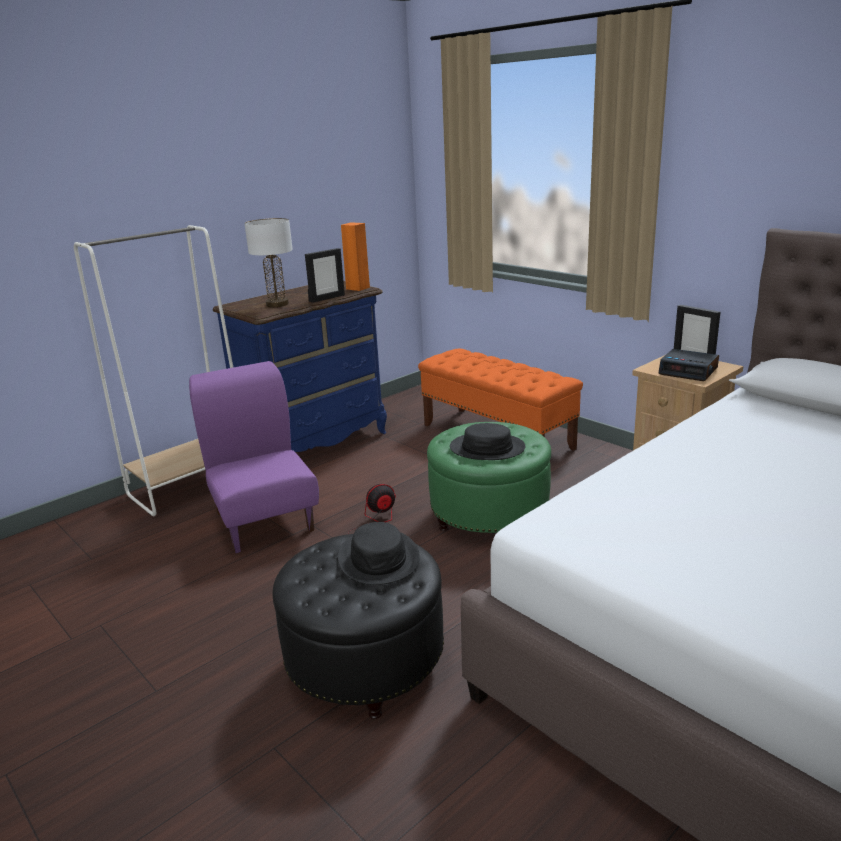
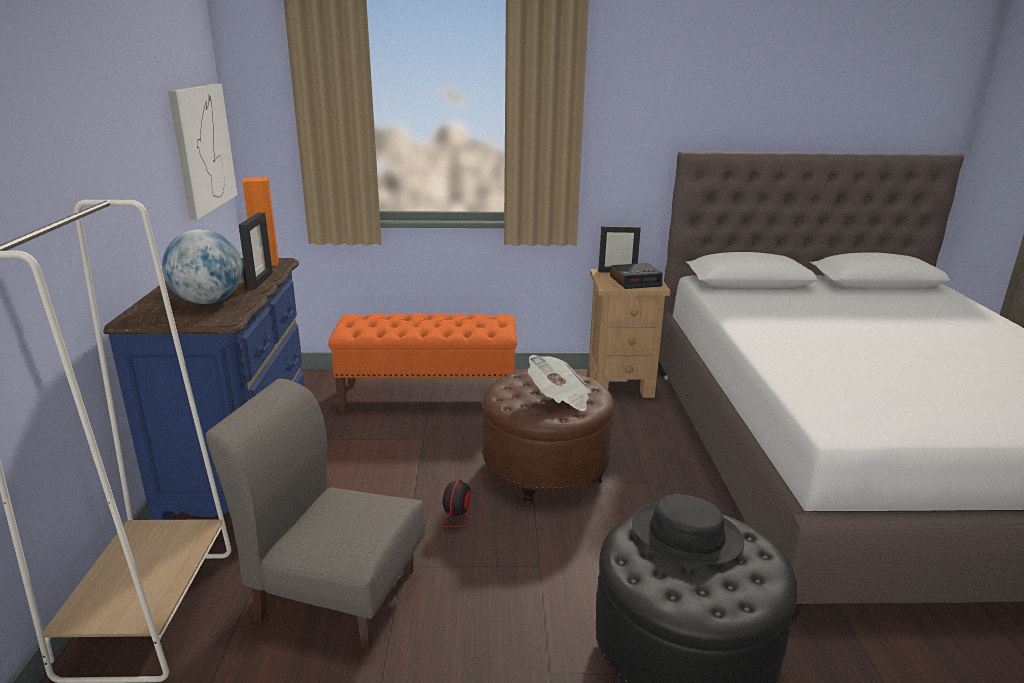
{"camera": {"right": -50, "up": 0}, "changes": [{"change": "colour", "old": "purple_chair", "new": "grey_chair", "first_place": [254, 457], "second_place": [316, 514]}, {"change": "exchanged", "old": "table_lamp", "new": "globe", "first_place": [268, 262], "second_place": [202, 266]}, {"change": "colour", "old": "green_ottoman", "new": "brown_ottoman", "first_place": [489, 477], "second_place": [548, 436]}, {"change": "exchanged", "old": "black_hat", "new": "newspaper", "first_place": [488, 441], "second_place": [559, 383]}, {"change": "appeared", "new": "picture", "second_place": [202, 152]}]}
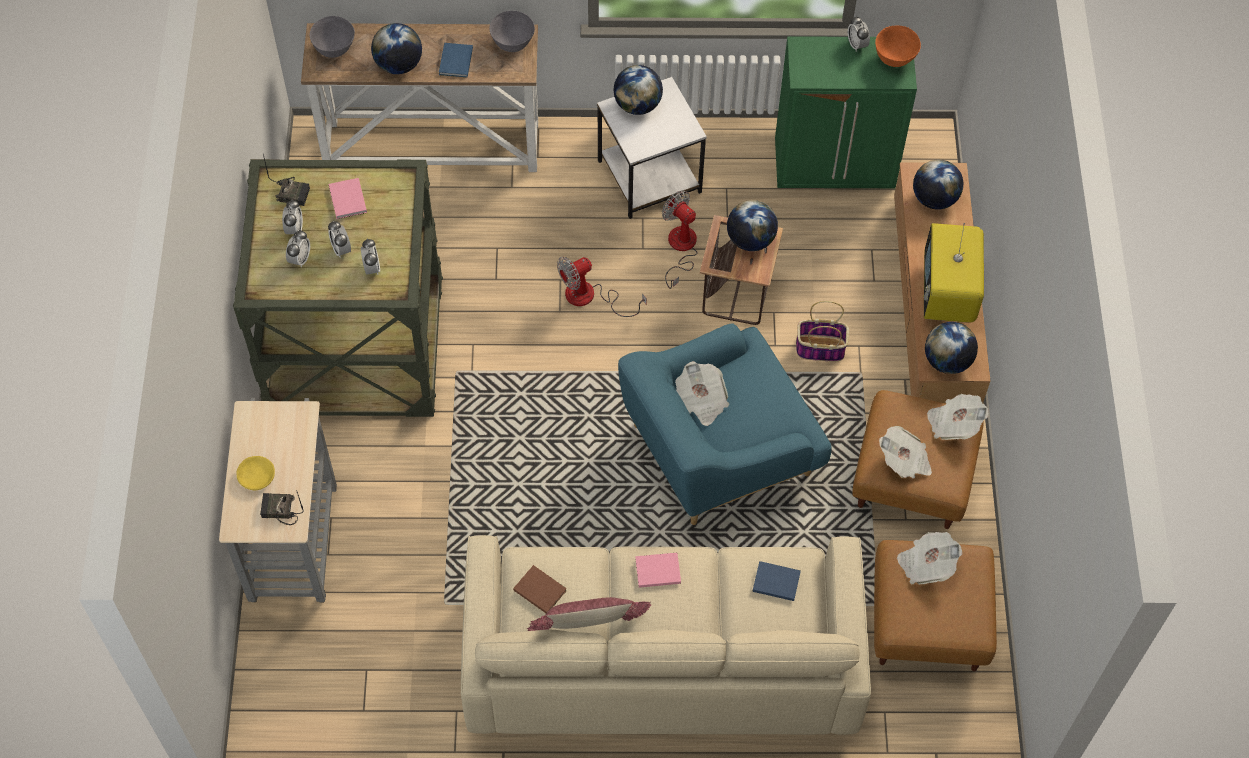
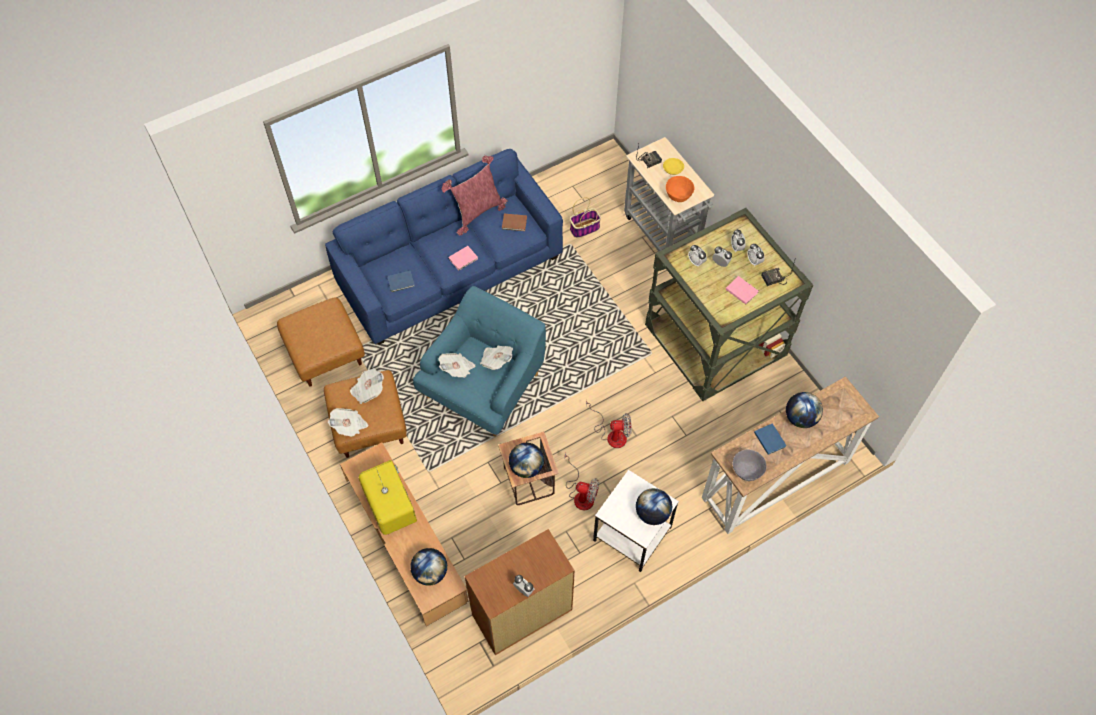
{"camera": {"right": 150, "up": 0}, "changes": [{"change": "missing", "old": "grey_bowl", "first_place": [332, 37]}, {"change": "colour", "old": "beige_sofa", "new": "blue_sofa", "first_place": [666, 635], "second_place": [444, 247]}, {"change": "spun", "old": "fan", "first_place": [602, 287], "second_place": [609, 424], "degrees": 60}, {"change": "colour", "old": "green_cabinet", "new": "brown_cabinet", "first_place": [846, 112], "second_place": [520, 592]}, {"change": "relocated", "old": "basket", "first_place": [822, 331], "second_place": [585, 217]}, {"change": "relocated", "old": "orange_bowl", "first_place": [898, 46], "second_place": [680, 189]}, {"change": "relocated", "old": "newspaper", "first_place": [929, 558], "second_place": [456, 365]}, {"change": "missing", "old": "globe", "first_place": [951, 348]}]}
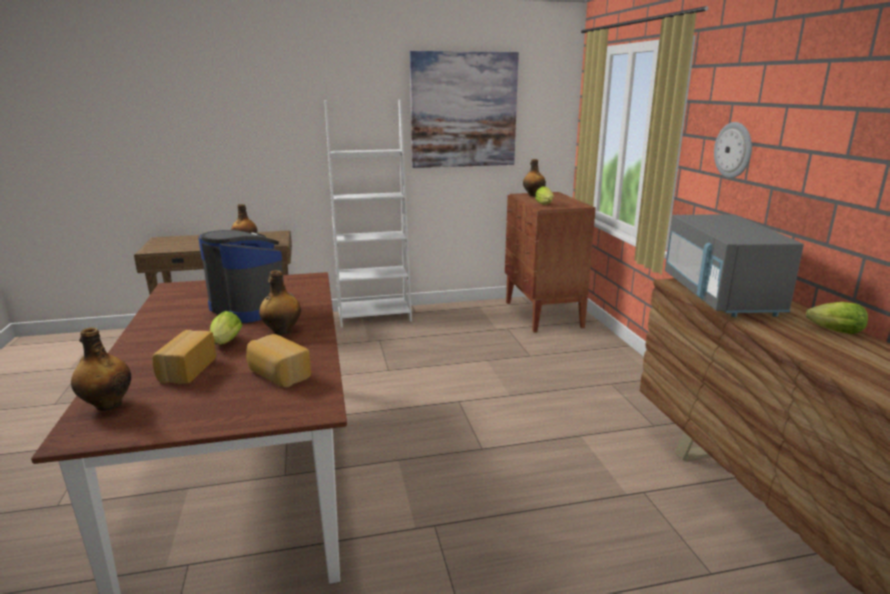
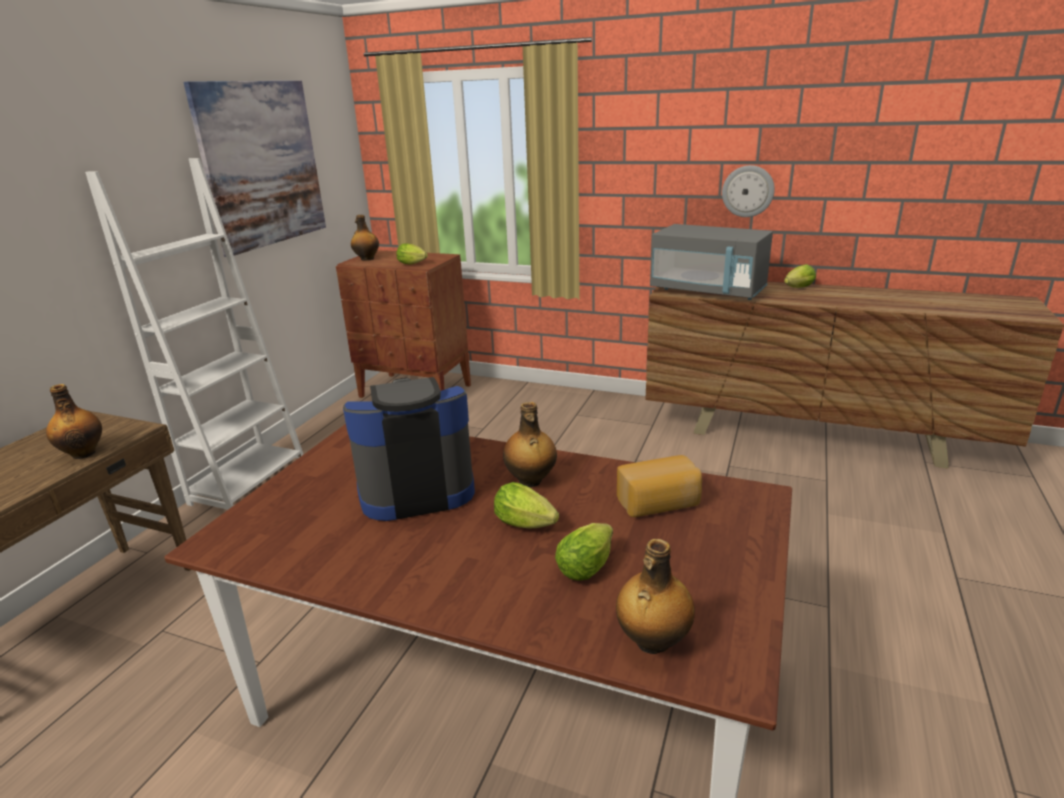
{"camera": {"right": -55, "up": 5}, "changes": [{"change": "exchanged", "old": "bread", "new": "lettuce", "first_place": [184, 357], "second_place": [584, 551]}, {"change": "relocated", "old": "wall_clock", "first_place": [733, 150], "second_place": [748, 191]}]}
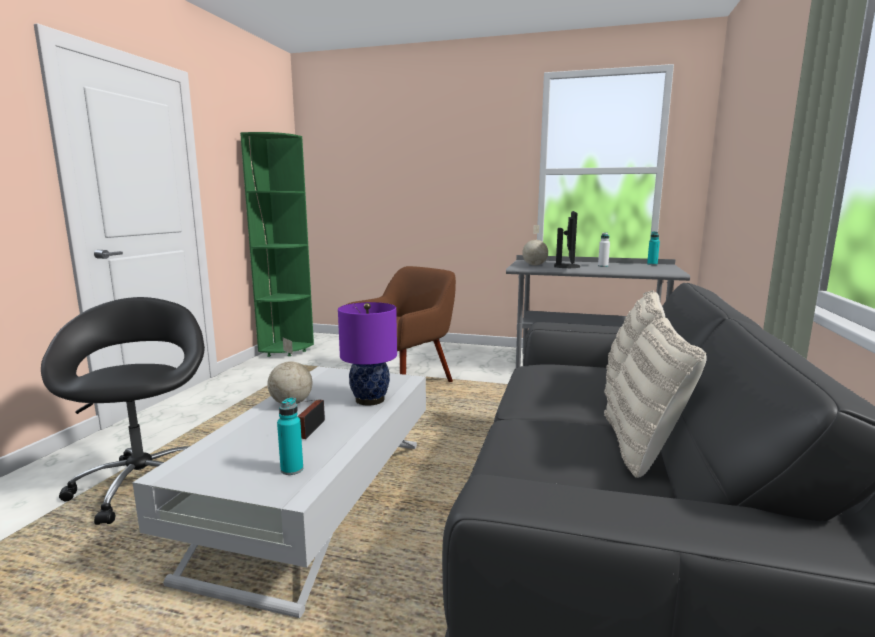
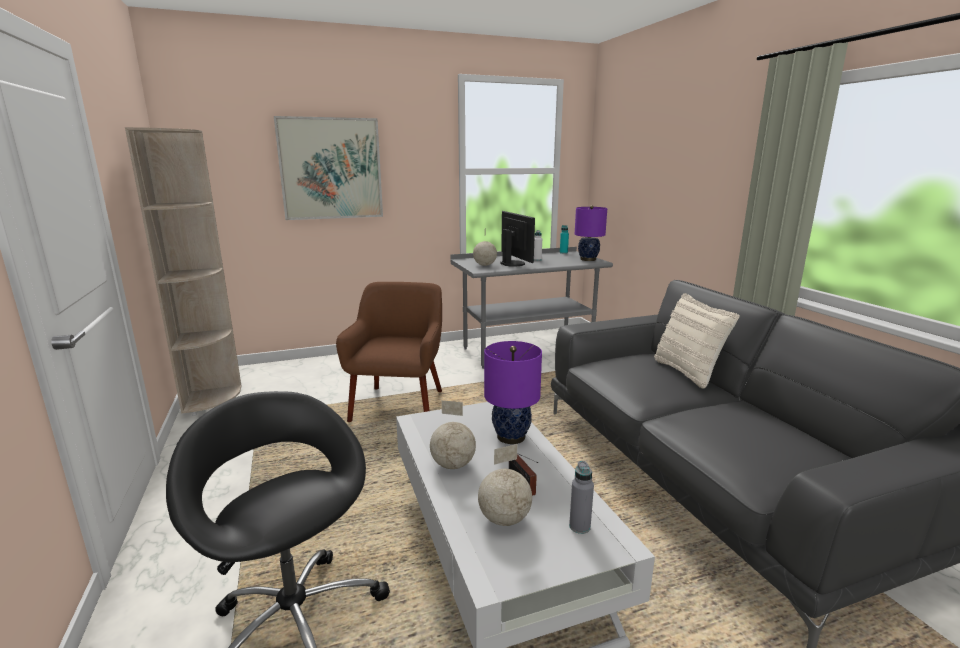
{"camera": {"right": -35, "up": 5}, "changes": [{"change": "colour", "old": "green_bookcase", "new": "beige_bookcase", "first_place": [277, 244], "second_place": [183, 271]}, {"change": "colour", "old": "turquoise_bottle", "new": "grey_bottle", "first_place": [290, 436], "second_place": [581, 497]}, {"change": "missing", "old": "beige_pillow", "first_place": [655, 396]}, {"change": "appeared", "new": "picture", "second_place": [328, 168]}, {"change": "appeared", "new": "globe", "second_place": [505, 485]}, {"change": "appeared", "new": "purple_table_lamp", "second_place": [591, 233]}]}
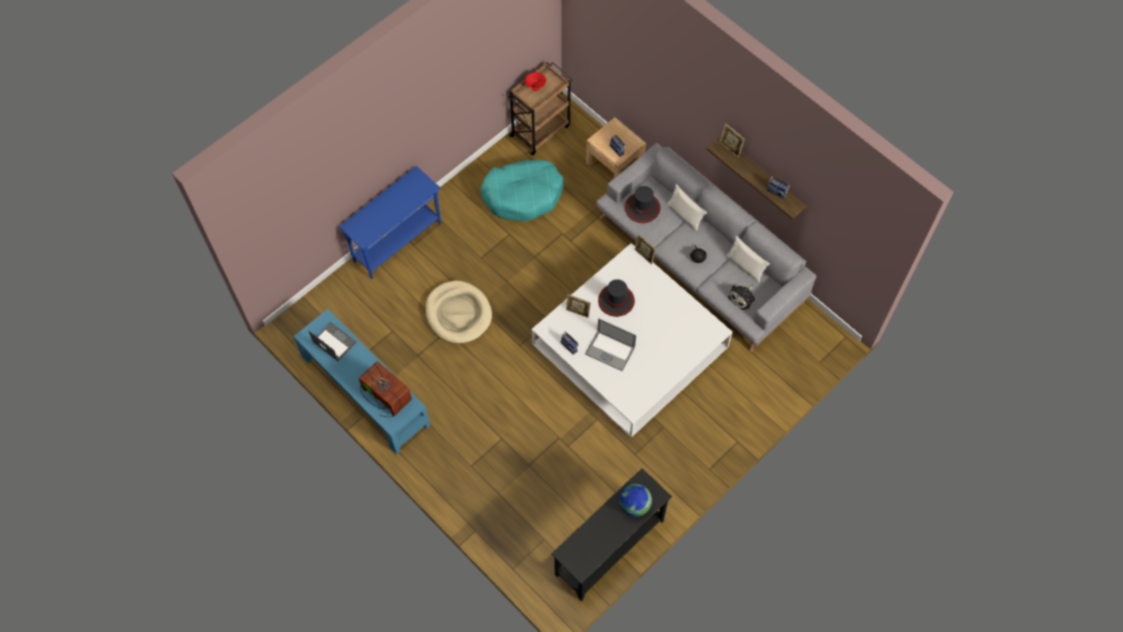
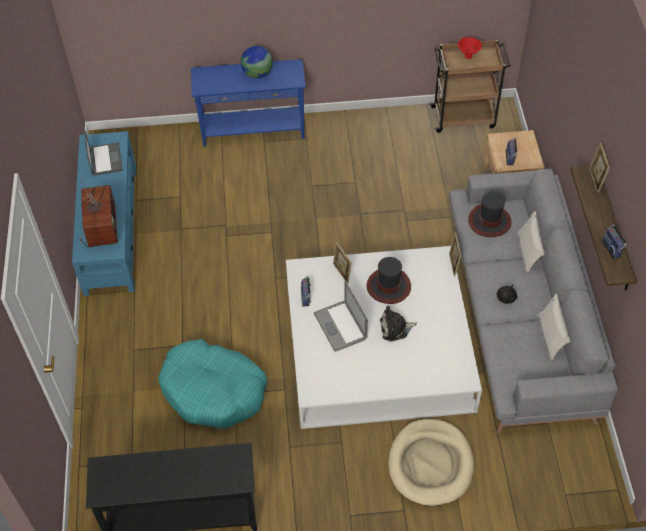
{"camera": {"right": 40, "up": -10}, "changes": [{"change": "relocated", "old": "beige_dog_bed", "first_place": [458, 312], "second_place": [431, 462]}, {"change": "relocated", "old": "turquoise_dog_bed", "first_place": [522, 190], "second_place": [212, 383]}, {"change": "relocated", "old": "globe", "first_place": [635, 500], "second_place": [257, 62]}, {"change": "relocated", "old": "plush_toy", "first_place": [741, 297], "second_place": [398, 323]}]}
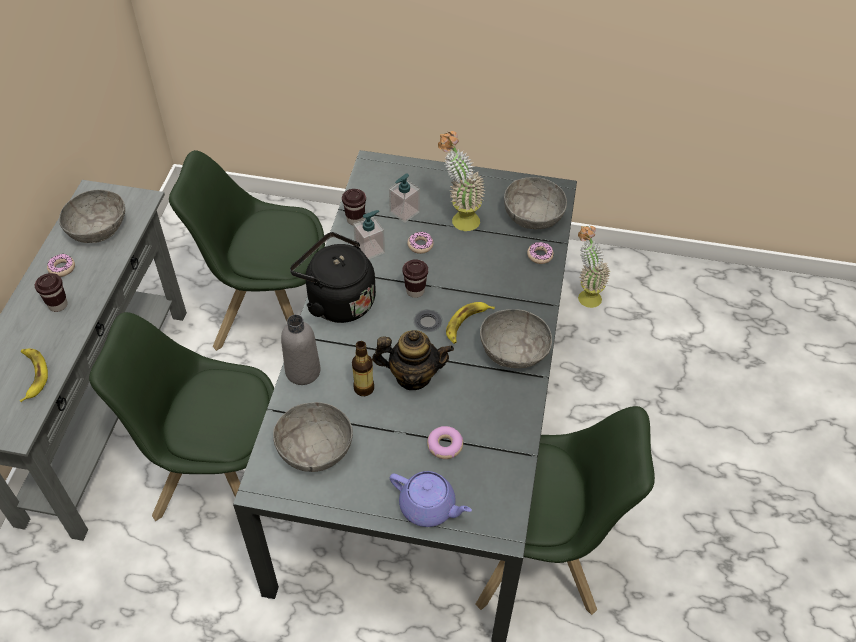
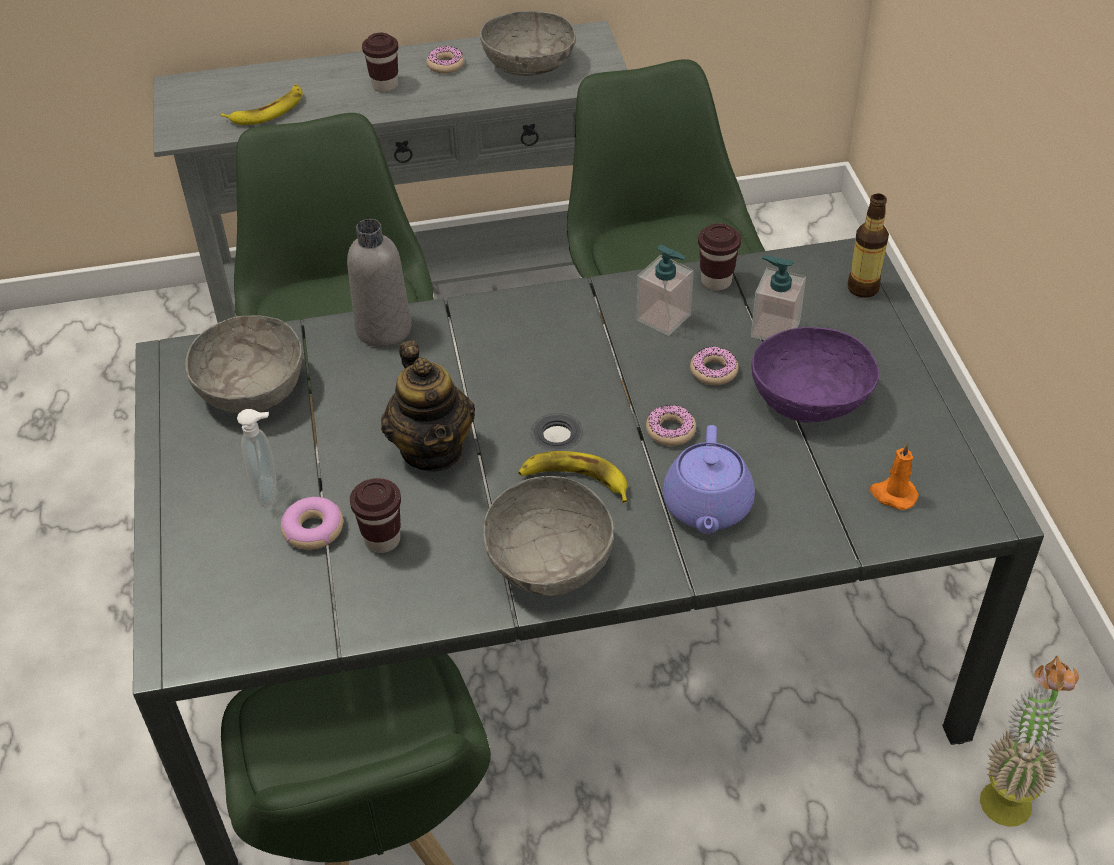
{"camera": {"right": 70, "up": -5}, "changes": [{"change": "missing", "old": "black_kettle", "first_place": [333, 277]}, {"change": "relocated", "old": "bottle", "first_place": [363, 368], "second_place": [868, 246]}, {"change": "relocated", "old": "purple_teapot", "first_place": [431, 499], "second_place": [709, 479]}, {"change": "relocated", "old": "brown_cup", "first_place": [415, 278], "second_place": [375, 515]}, {"change": "exchanged", "old": "potted_plant", "new": "purple_bowl", "first_place": [461, 181], "second_place": [815, 375]}, {"change": "exchanged", "old": "grey_bowl", "new": "orange_candle", "first_place": [535, 203], "second_place": [894, 476]}, {"change": "relocated", "old": "donut", "first_place": [540, 253], "second_place": [671, 425]}, {"change": "appeared", "new": "soap_dispenser", "second_place": [257, 457]}]}
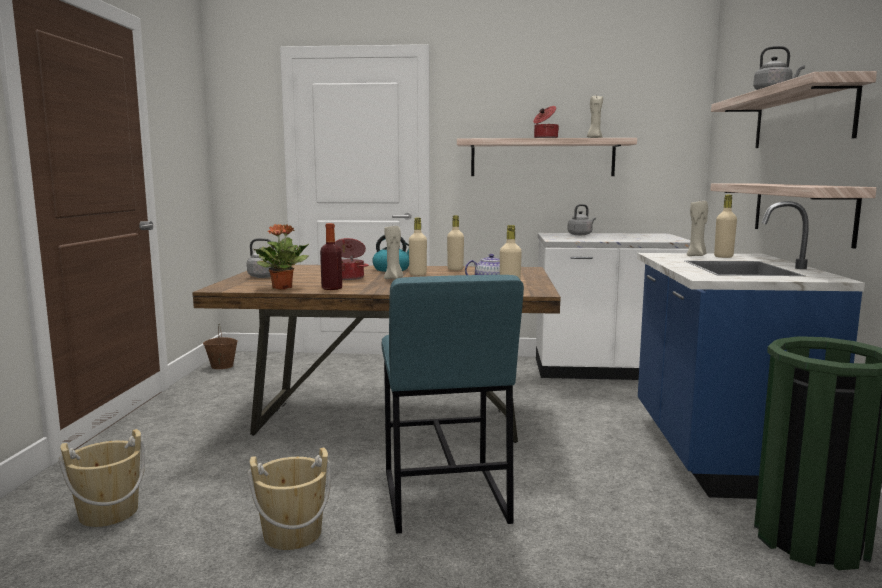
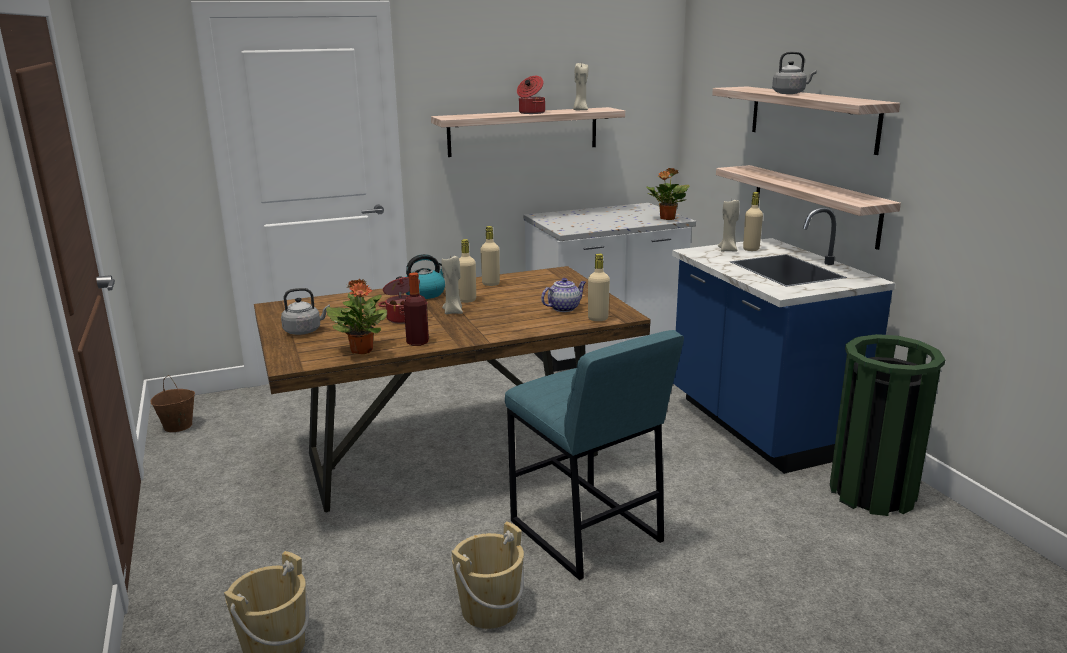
{"camera": {"right": -25, "up": 10}, "changes": [{"change": "missing", "old": "grey_kettle", "first_place": [581, 219]}, {"change": "appeared", "new": "potted_plant", "second_place": [668, 194]}]}
